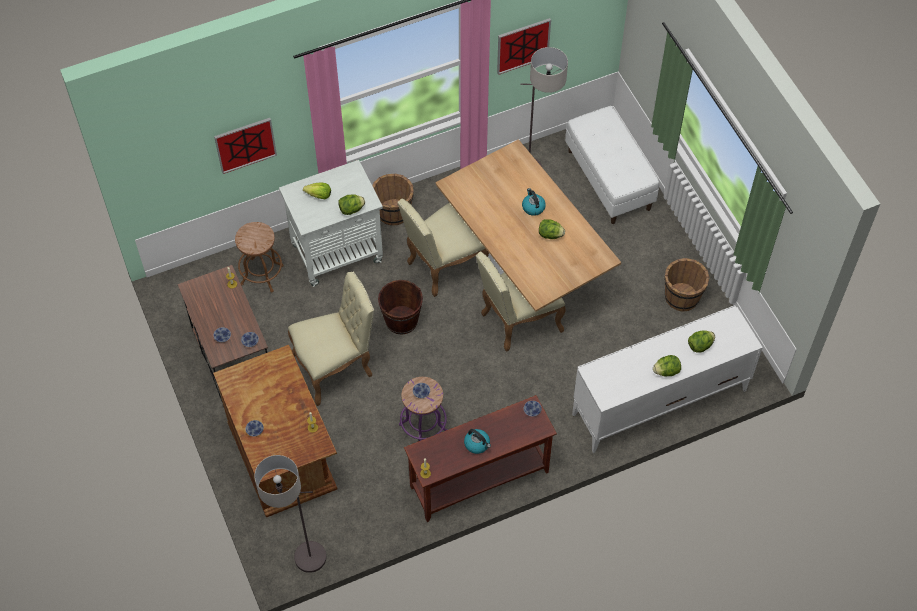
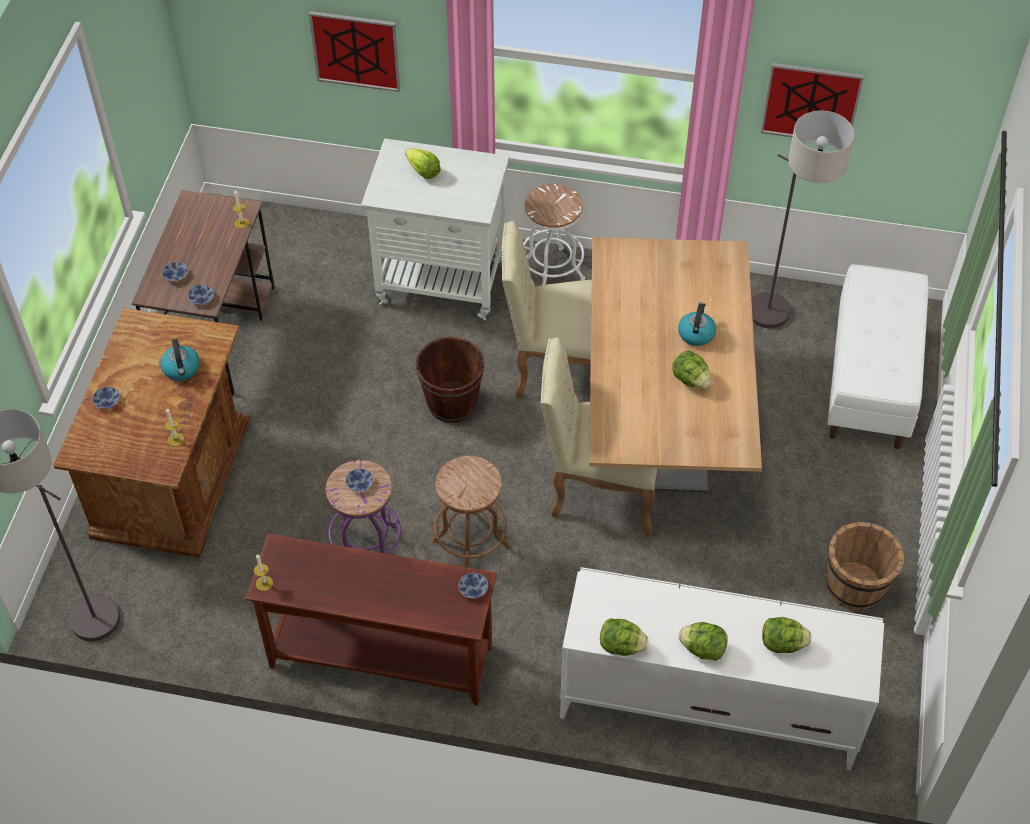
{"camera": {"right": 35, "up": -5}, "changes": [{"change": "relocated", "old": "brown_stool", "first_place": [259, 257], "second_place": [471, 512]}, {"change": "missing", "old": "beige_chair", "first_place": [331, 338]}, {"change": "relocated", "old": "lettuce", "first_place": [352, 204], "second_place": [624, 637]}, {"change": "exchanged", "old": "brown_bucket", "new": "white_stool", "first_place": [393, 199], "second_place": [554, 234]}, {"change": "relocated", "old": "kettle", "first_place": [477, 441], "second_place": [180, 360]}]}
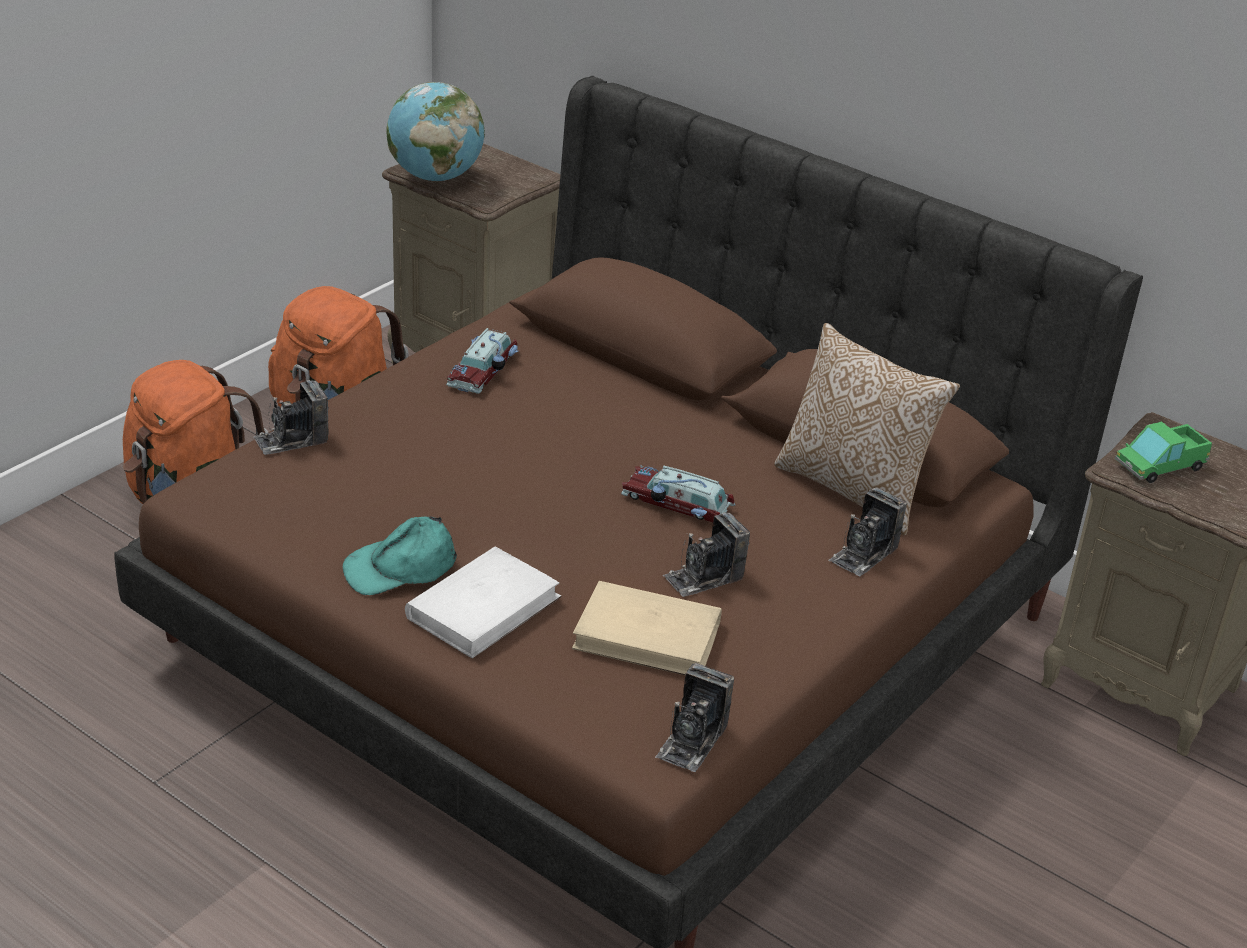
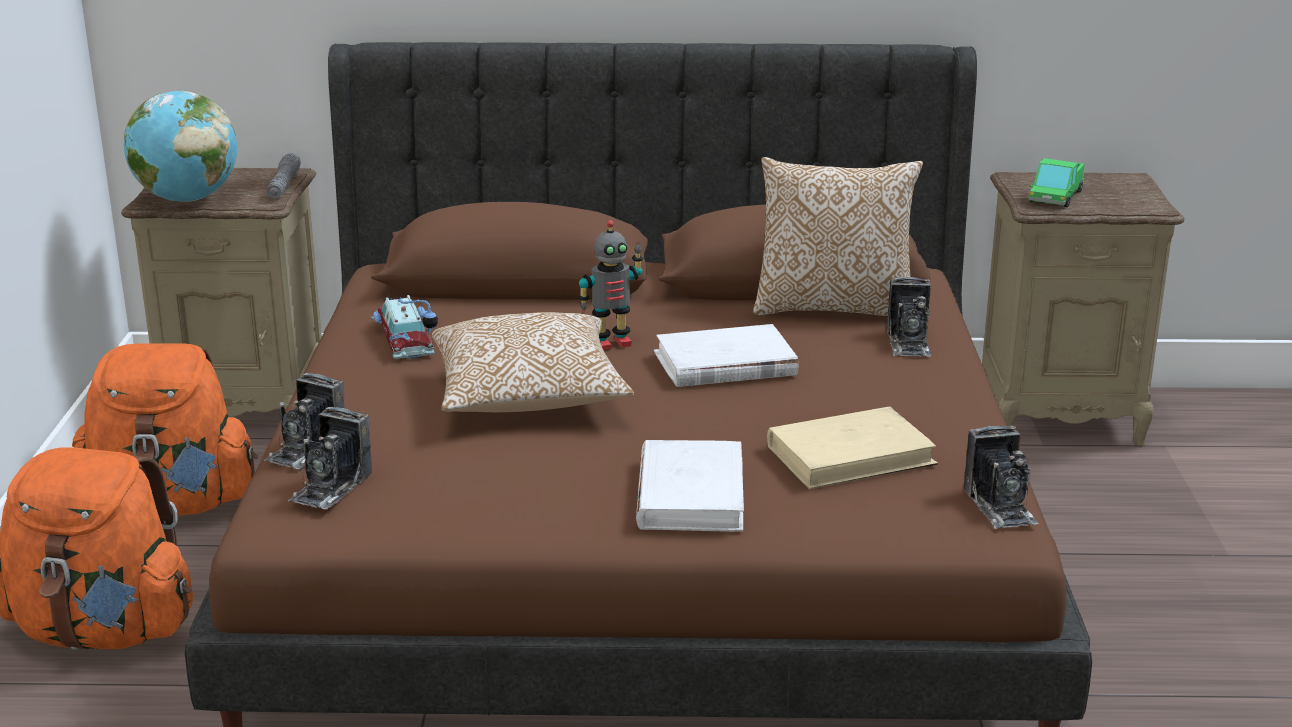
{"camera": {"right": -35, "up": -10}, "changes": [{"change": "missing", "old": "turquoise_cap", "first_place": [400, 555]}, {"change": "exchanged", "old": "toy_car", "new": "white_book", "first_place": [678, 493], "second_place": [726, 355]}, {"change": "relocated", "old": "photo_camera", "first_place": [706, 554], "second_place": [330, 458]}, {"change": "appeared", "new": "grey_flashlight", "second_place": [284, 176]}, {"change": "appeared", "new": "pillow", "second_place": [533, 362]}, {"change": "appeared", "new": "toy_robot", "second_place": [610, 285]}]}
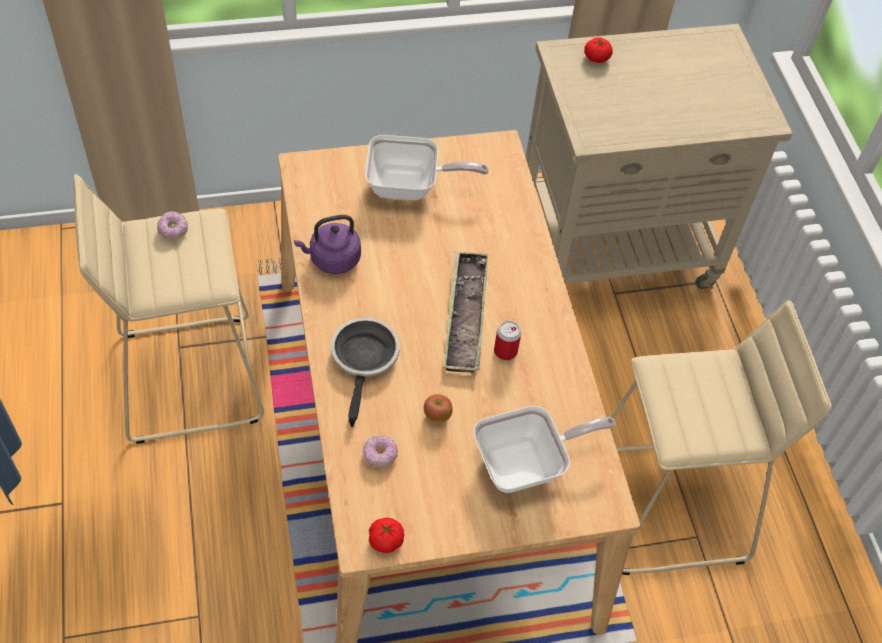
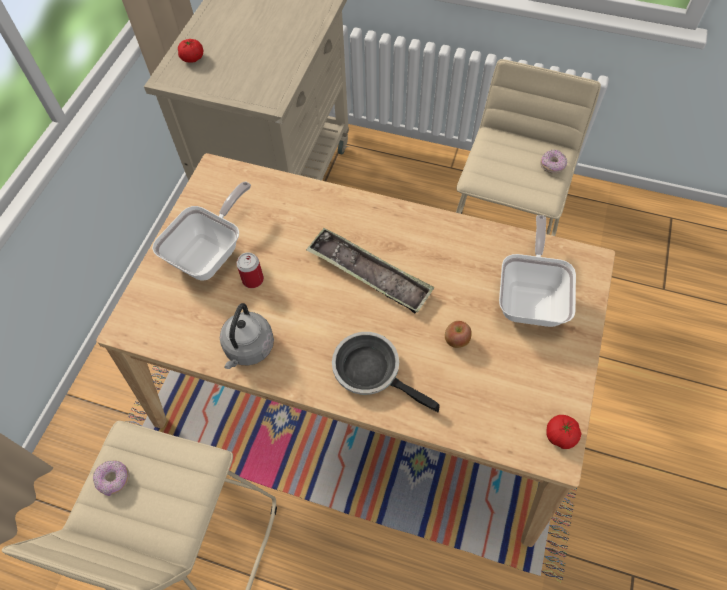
{"camera": {"right": -55, "up": 5}, "changes": [{"change": "colour", "old": "purple_kettle", "new": "grey_kettle", "first_place": [327, 244], "second_place": [247, 336]}, {"change": "relocated", "old": "donut", "first_place": [380, 451], "second_place": [553, 161]}, {"change": "relocated", "old": "can", "first_place": [507, 340], "second_place": [250, 270]}]}
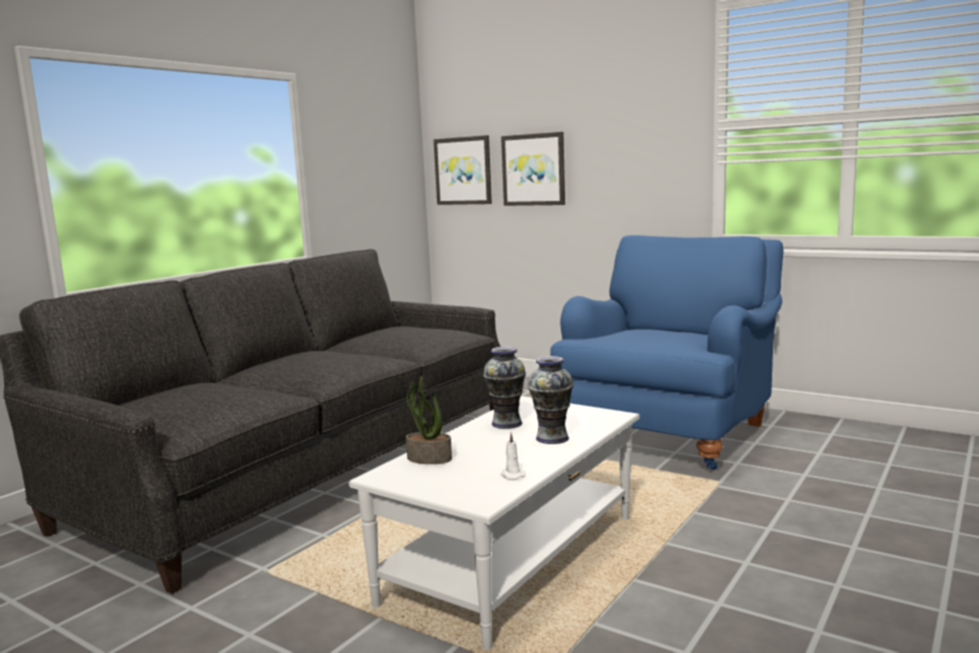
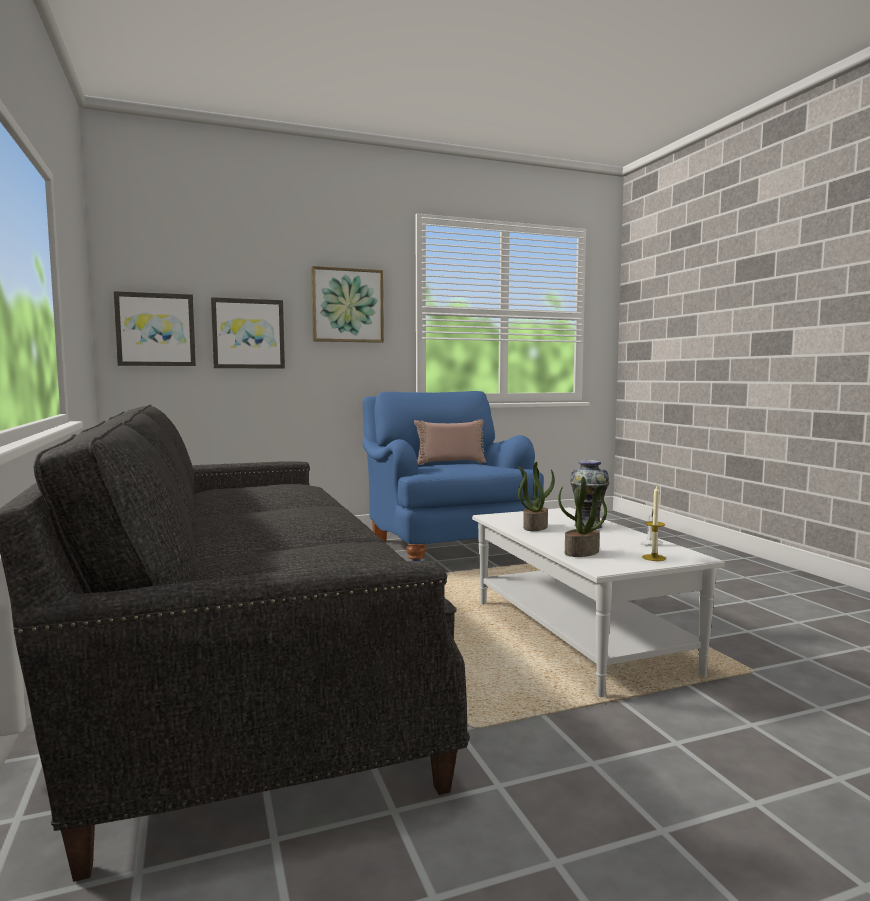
{"camera": {"right": -55, "up": -5}, "changes": [{"change": "exchanged", "old": "vase", "new": "potted_plant", "first_place": [504, 387], "second_place": [536, 496]}, {"change": "appeared", "new": "picture", "second_place": [347, 304]}, {"change": "appeared", "new": "beige_pillow", "second_place": [450, 442]}, {"change": "appeared", "new": "candle", "second_place": [654, 523]}]}
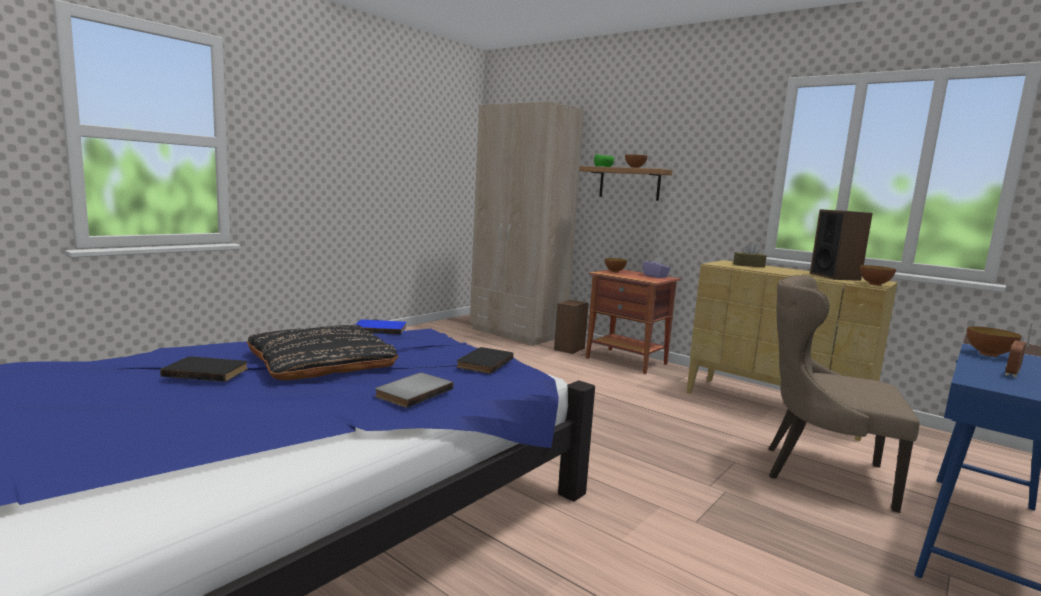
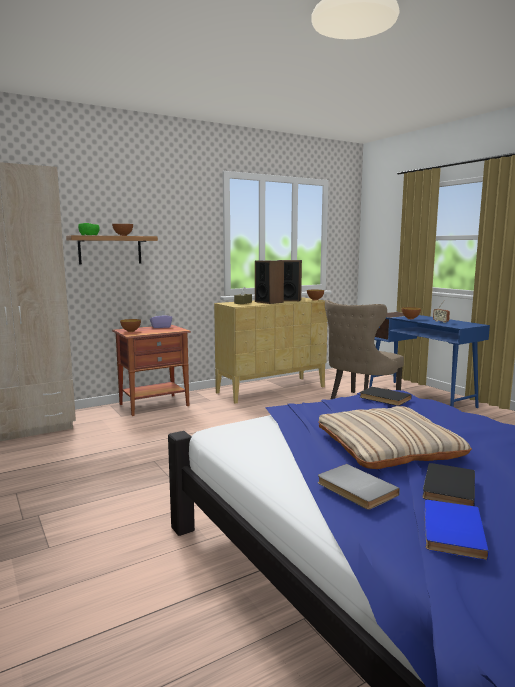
{"camera": {"right": -70, "up": 0}, "changes": [{"change": "colour", "old": "black_pillow", "new": "beige_pillow", "first_place": [322, 352], "second_place": [395, 437]}, {"change": "relocated", "old": "blue_book", "first_place": [380, 327], "second_place": [456, 530]}, {"change": "relocated", "old": "grey_book", "first_place": [414, 390], "second_place": [359, 487]}, {"change": "relocated", "old": "speaker", "first_place": [571, 327], "second_place": [269, 282]}]}
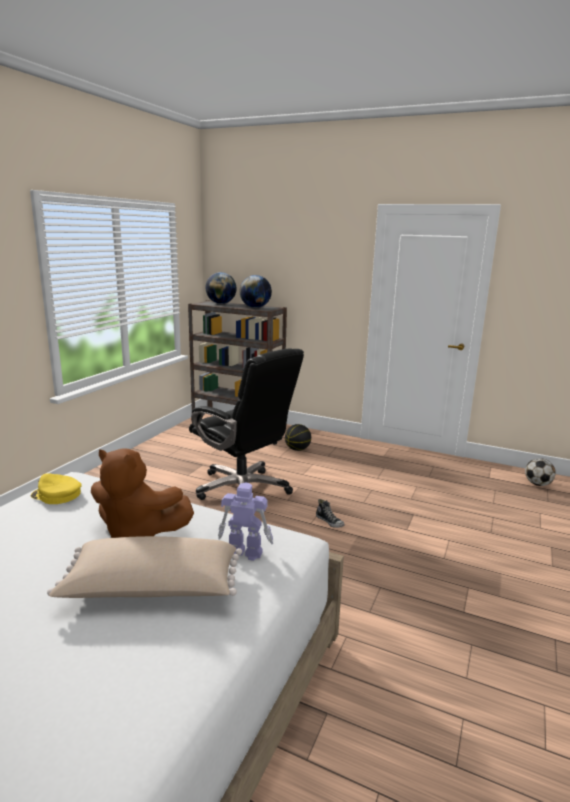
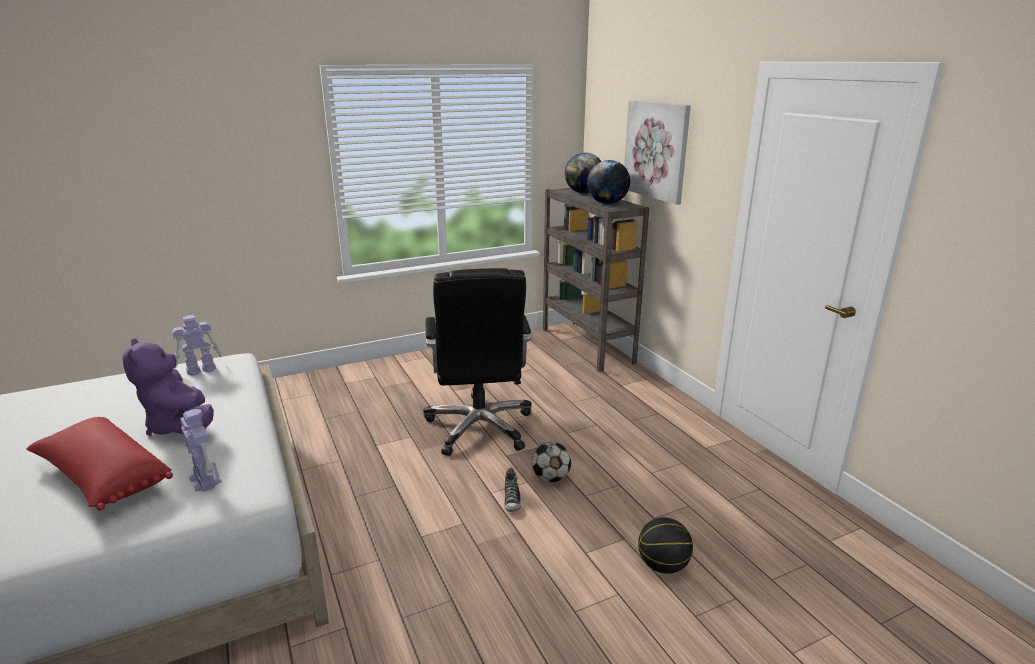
{"camera": {"right": 40, "up": 5}, "changes": [{"change": "exchanged", "old": "yellow_cap", "new": "toy_robot", "first_place": [56, 488], "second_place": [197, 345]}, {"change": "colour", "old": "beige_pillow", "new": "red_pillow", "first_place": [144, 567], "second_place": [99, 464]}, {"change": "colour", "old": "brown_plush_toy", "new": "purple_plush_toy", "first_place": [142, 493], "second_place": [168, 387]}, {"change": "relocated", "old": "basketball", "first_place": [298, 437], "second_place": [665, 545]}, {"change": "relocated", "old": "football", "first_place": [540, 472], "second_place": [551, 462]}, {"change": "appeared", "new": "picture", "second_place": [657, 152]}]}
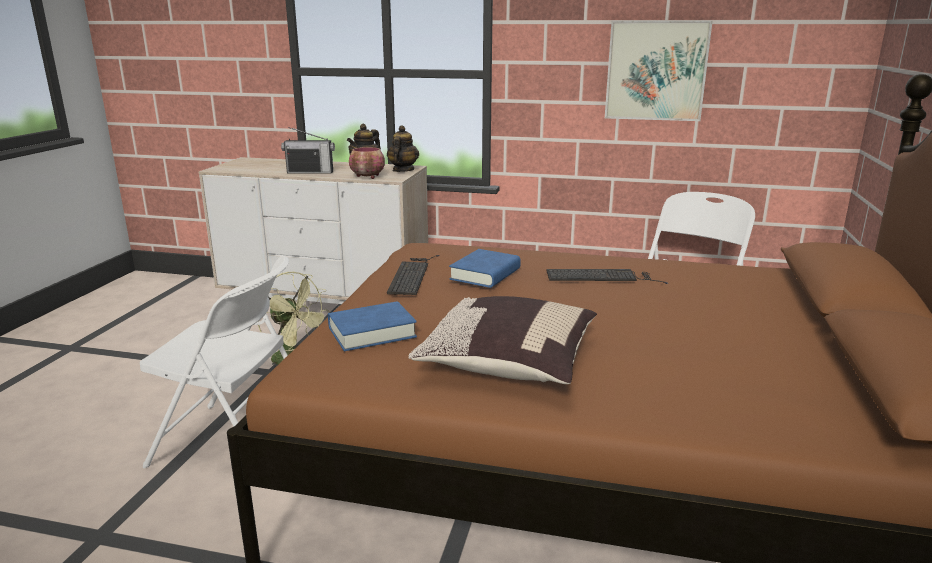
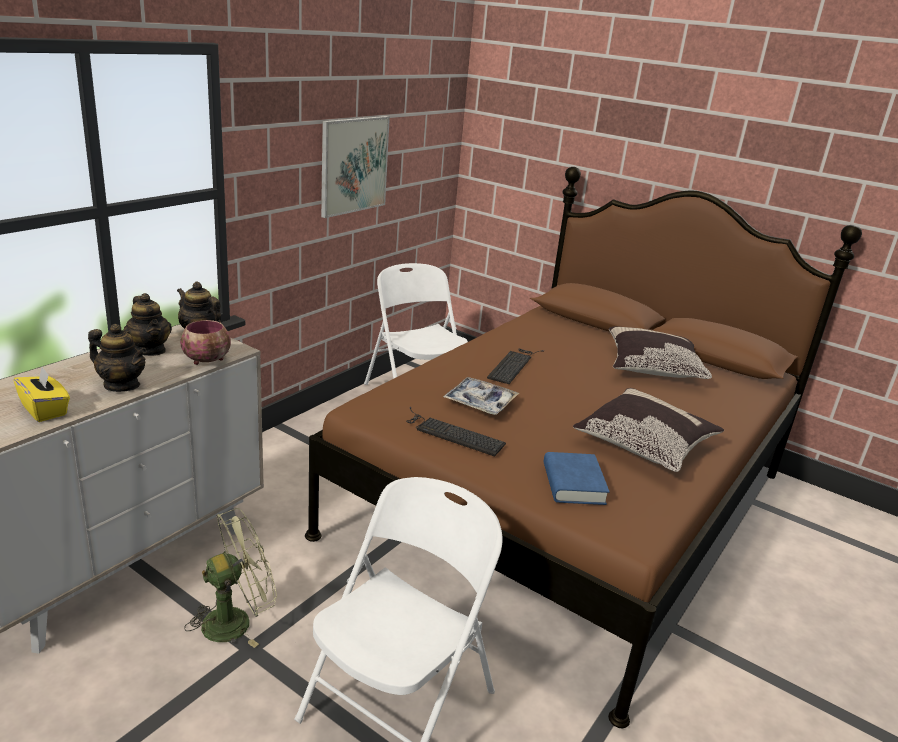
{"camera": {"right": -70, "up": 5}, "changes": [{"change": "exchanged", "old": "radio", "new": "teapot", "first_place": [308, 150], "second_place": [117, 358]}, {"change": "exchanged", "old": "blue_book", "new": "tray", "first_place": [485, 268], "second_place": [481, 396]}, {"change": "appeared", "new": "yellow_tissue_box", "second_place": [41, 394]}, {"change": "appeared", "new": "pillow", "second_place": [660, 353]}]}
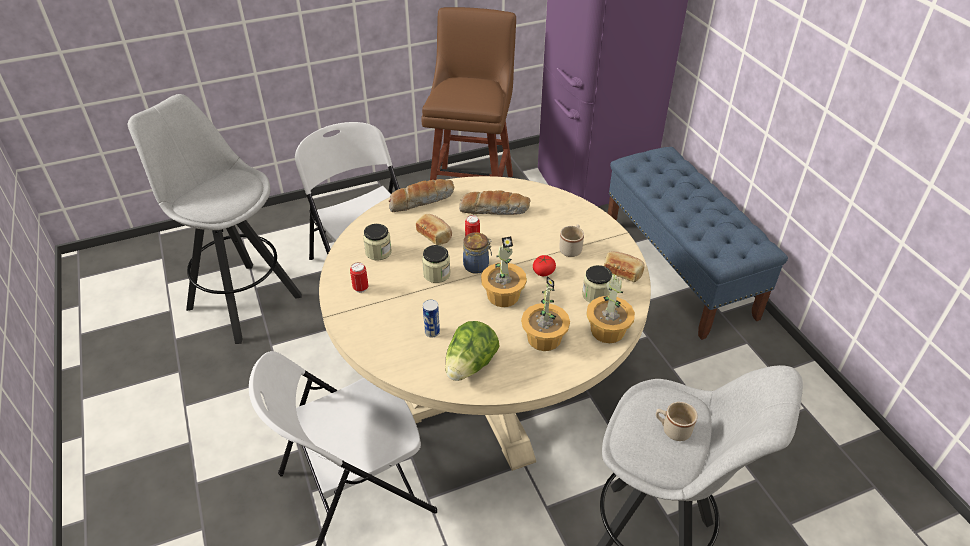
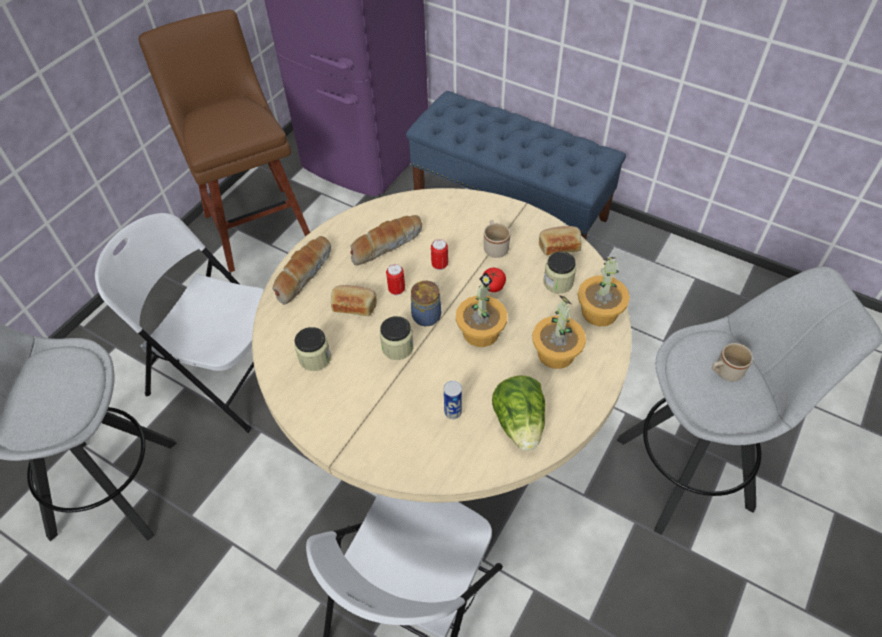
{"camera": {"right": -35, "up": 10}, "changes": [{"change": "relocated", "old": "can", "first_place": [359, 277], "second_place": [439, 254]}]}
